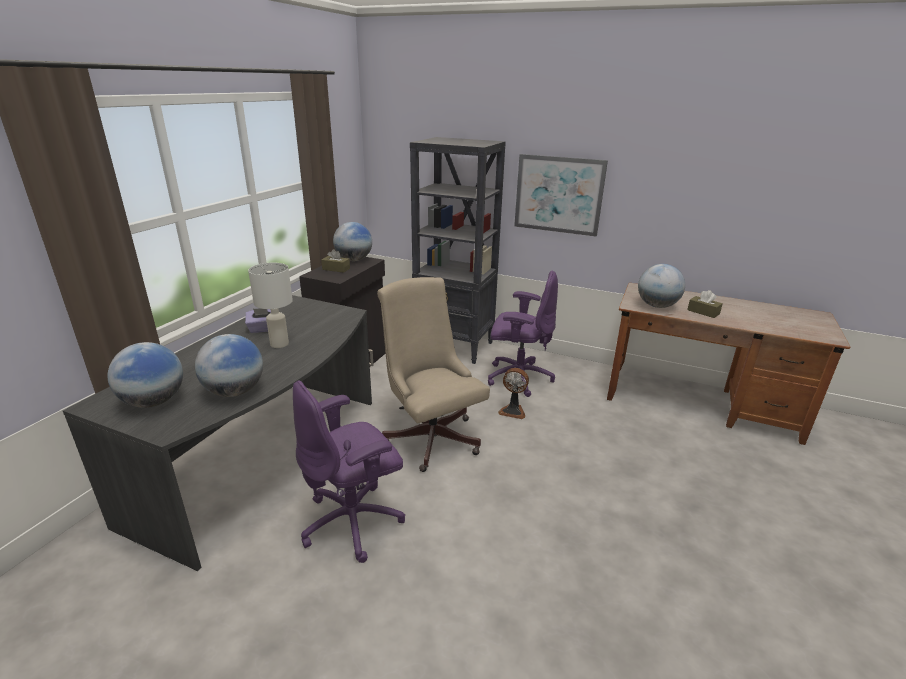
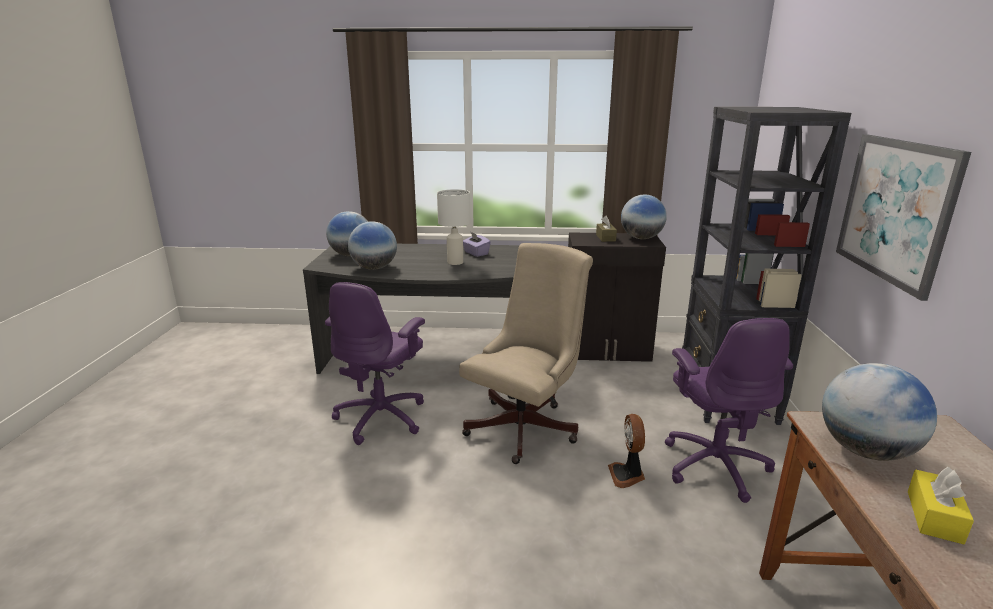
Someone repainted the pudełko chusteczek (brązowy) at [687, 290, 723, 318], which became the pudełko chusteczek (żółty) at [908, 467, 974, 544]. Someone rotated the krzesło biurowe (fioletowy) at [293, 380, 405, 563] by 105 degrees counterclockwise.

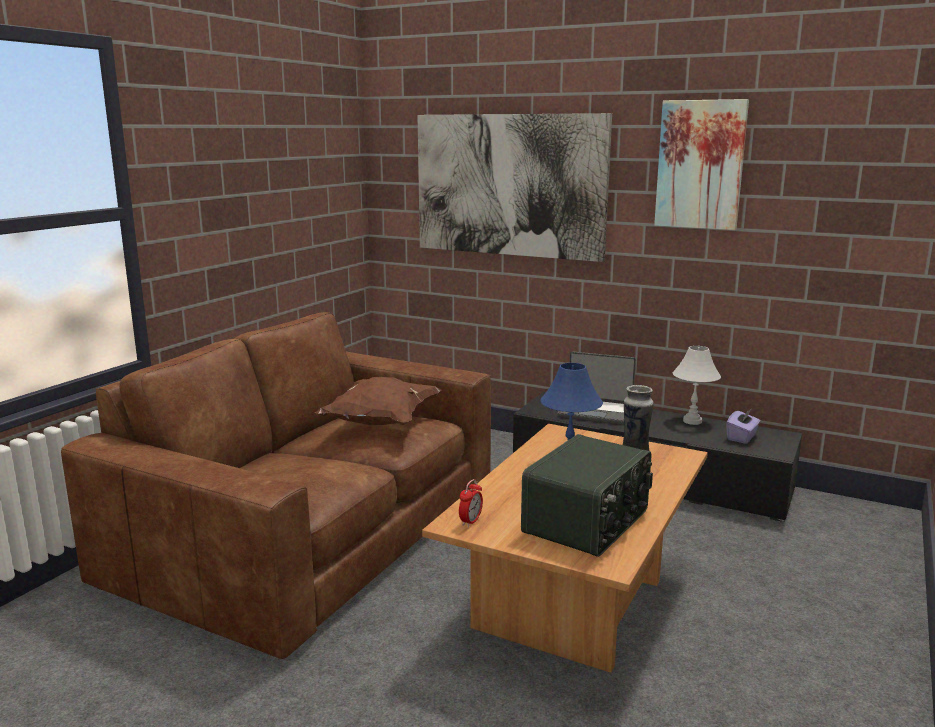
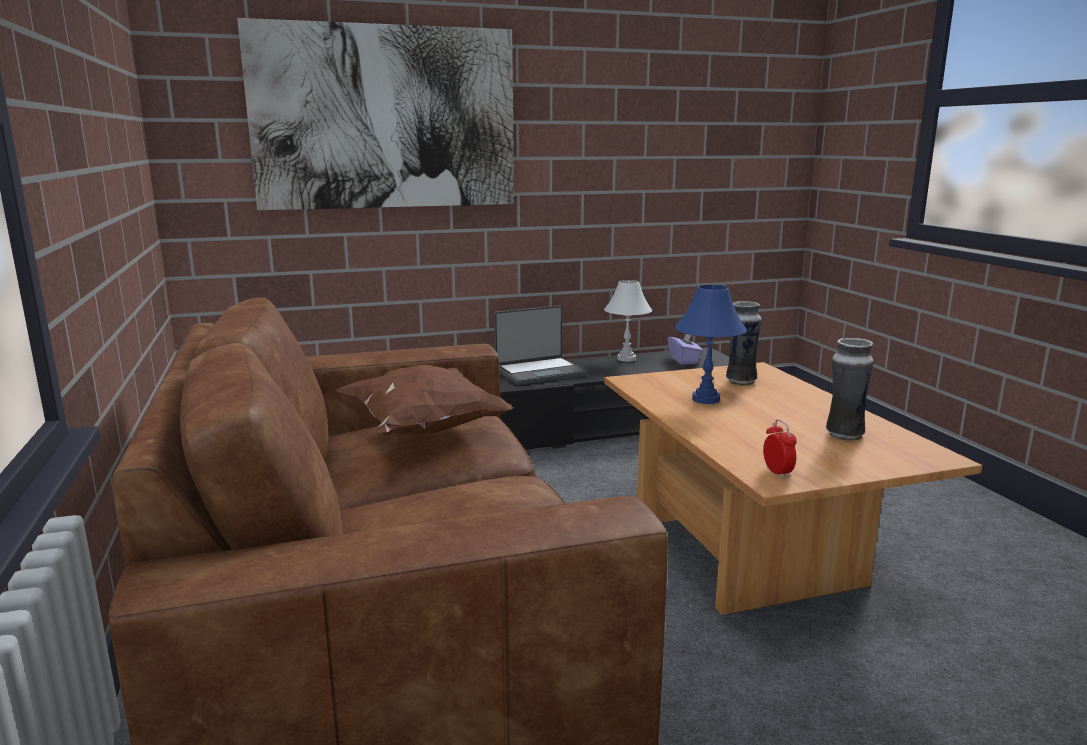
Someone took away the obraz at [654, 99, 749, 230]. Someone swapped the radio at [521, 434, 653, 557] for the wazon at [826, 338, 874, 441].

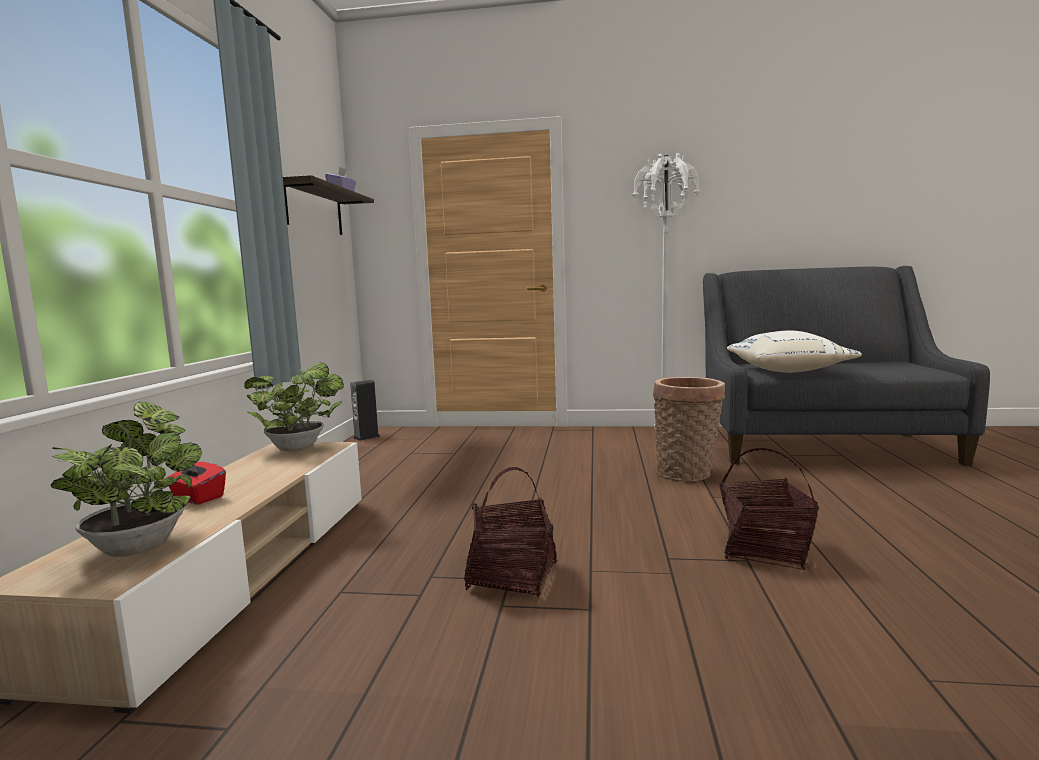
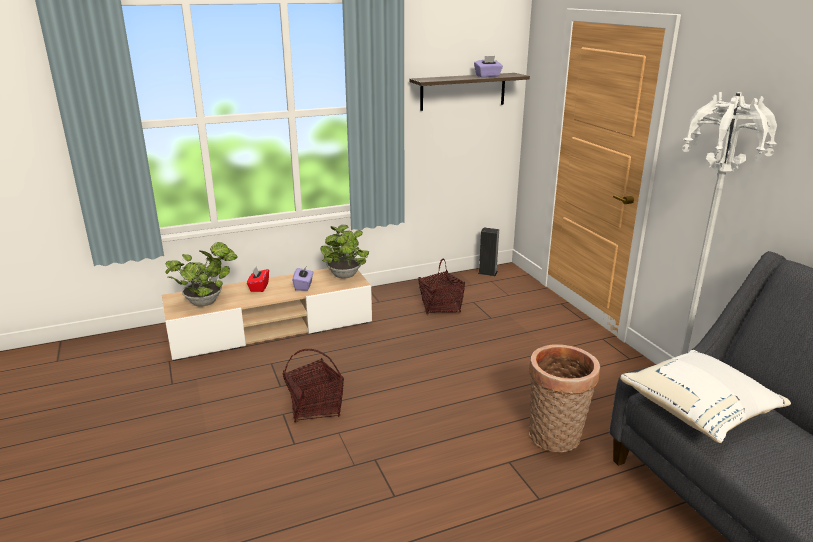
Someone carried the koszyk from [719, 448, 819, 570] to [418, 258, 465, 316]. Someone put down the pudełko chusteczek (fioletowy) at [292, 267, 313, 291].

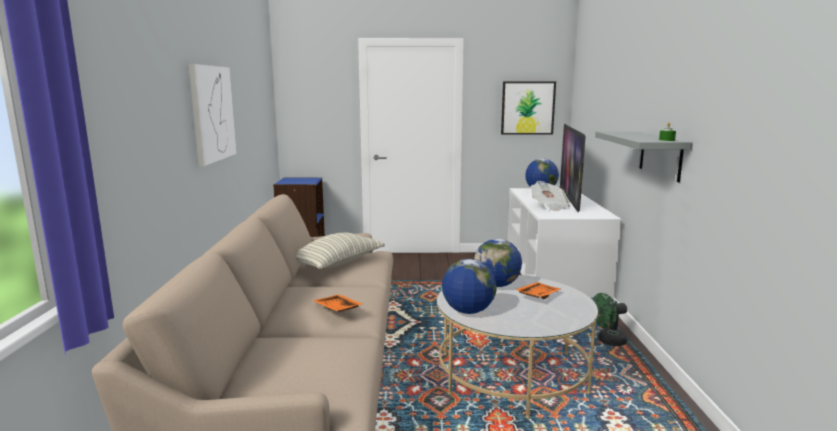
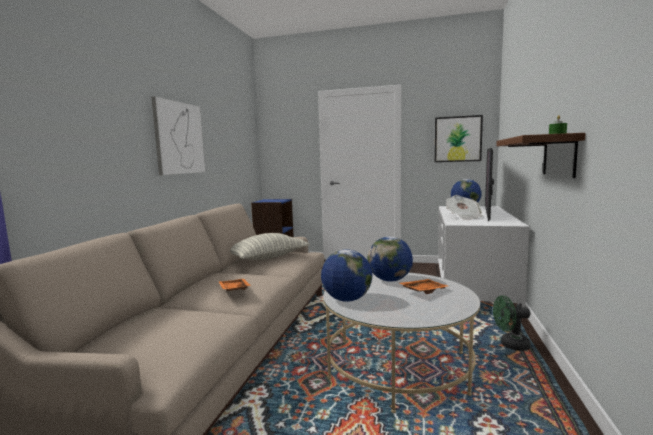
Someone repainted the półka (szary) at [595, 131, 693, 182], which became the półka (brązowy) at [496, 133, 586, 178].

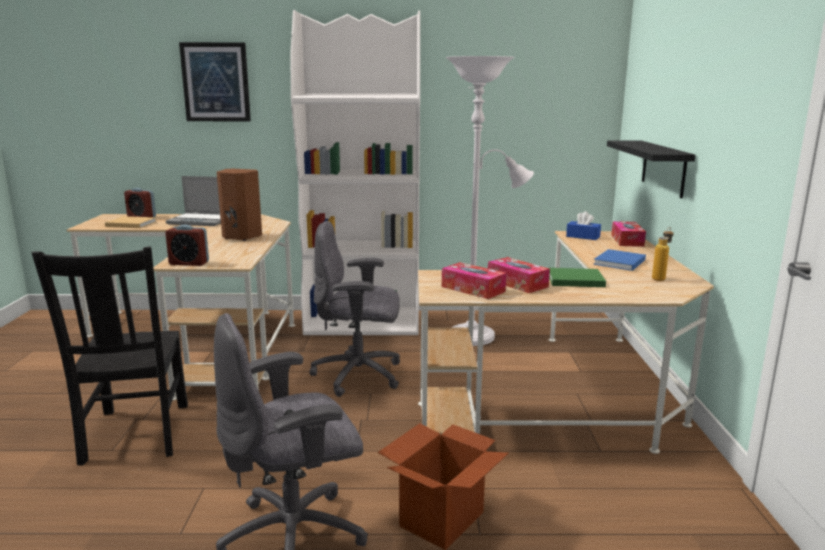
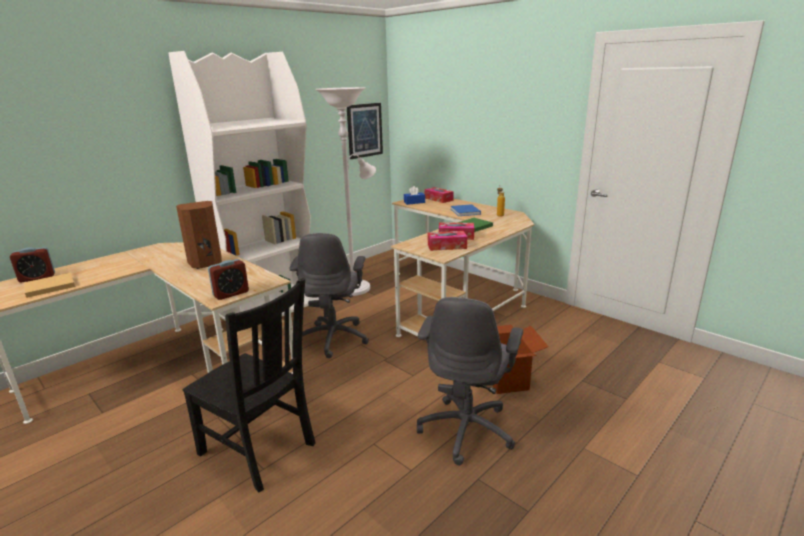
Someone carried the obraz from [179, 42, 251, 121] to [347, 103, 383, 159]. Someone took away the półka (czarny) at [607, 141, 696, 198]. Someone took away the laptop at [166, 176, 221, 226]. Someone rotated the krzesło biurowe (szary) at [310, 221, 400, 397] by 45 degrees counterclockwise.

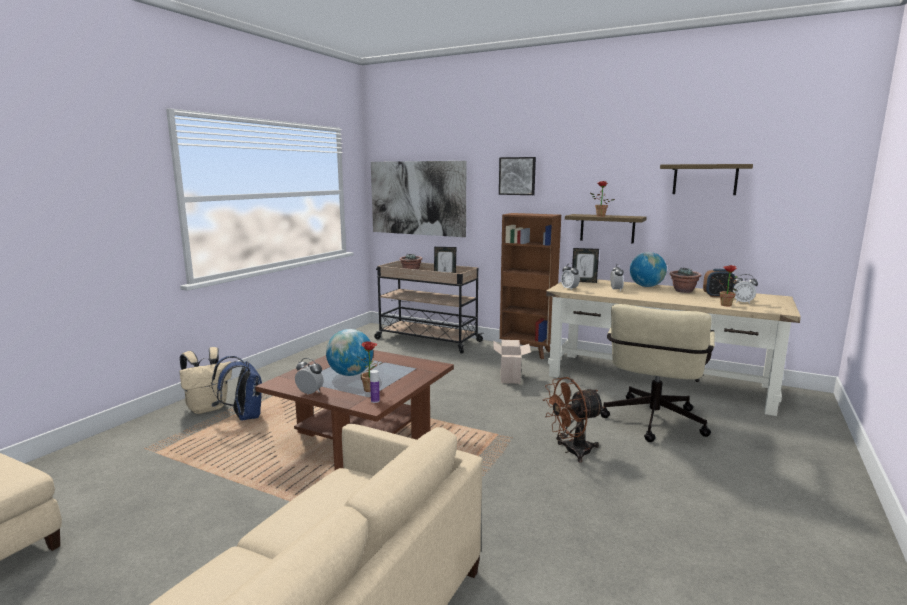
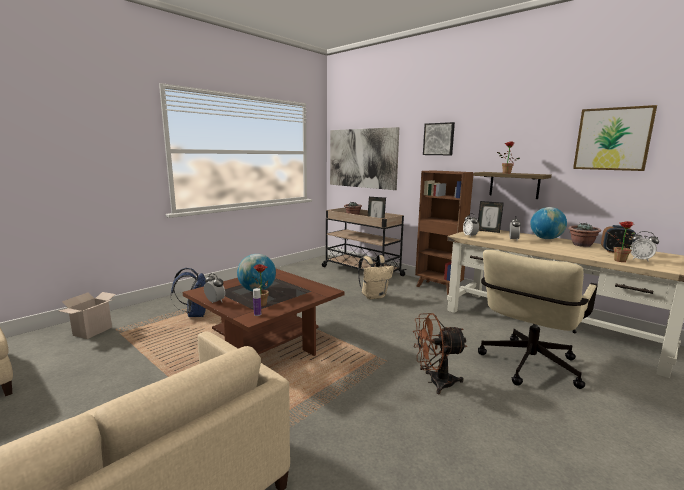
Someone swapped the półka at [660, 164, 753, 195] for the obraz at [573, 105, 657, 171]. Someone carried the karton from [493, 340, 531, 384] to [59, 292, 116, 339]. Someone carried the plecak (beżowy) from [179, 347, 232, 414] to [358, 255, 394, 300].

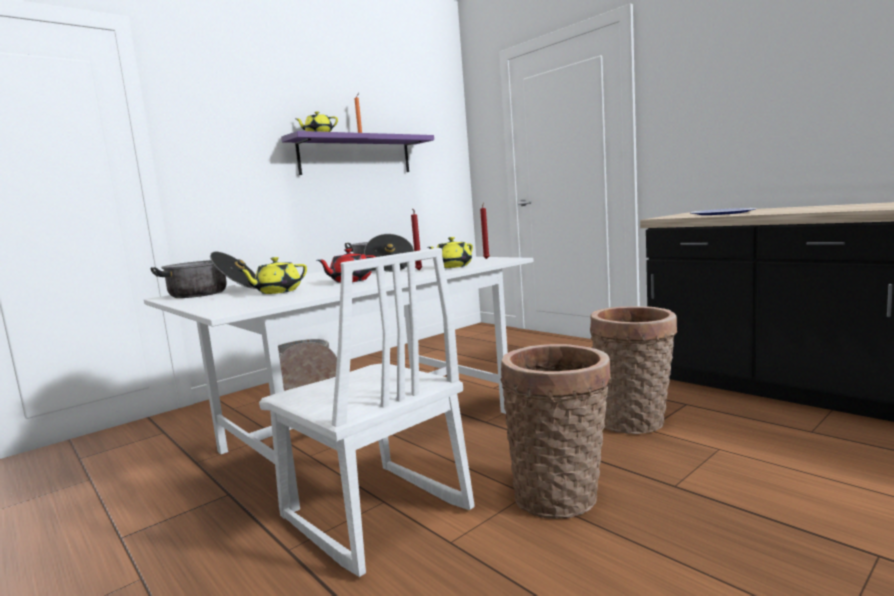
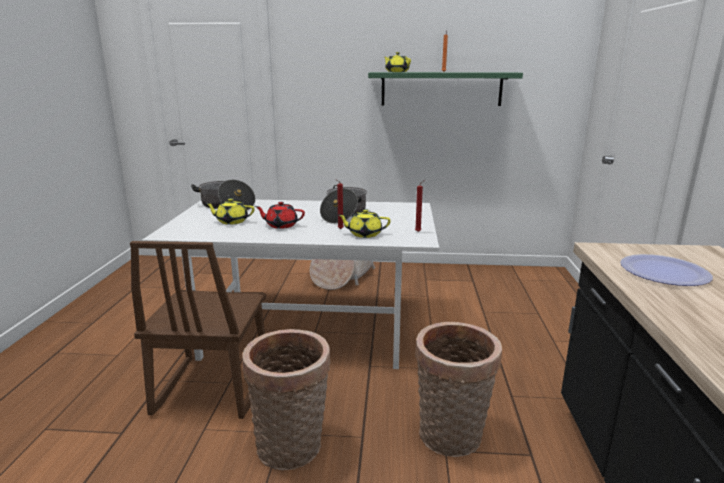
Someone repainted the półka (fioletowy) at [281, 131, 434, 175], which became the półka (zielony) at [368, 72, 523, 106]. Someone repainted the krzesło (biały) at [259, 248, 475, 577], which became the krzesło (brązowy) at [130, 241, 266, 419].

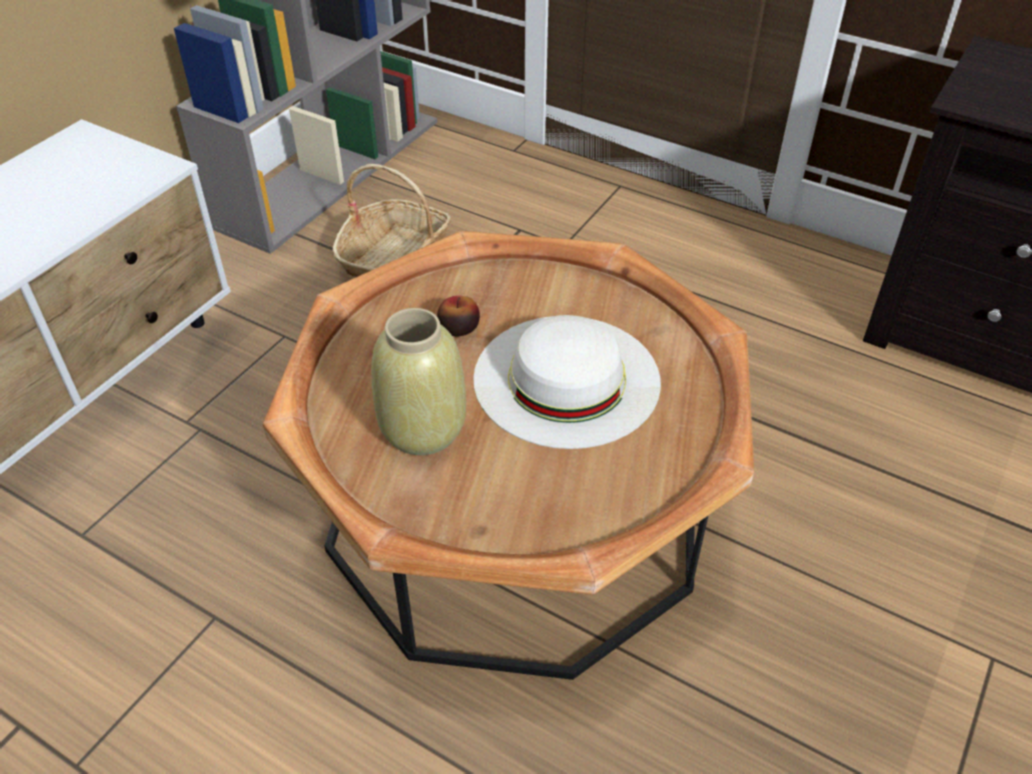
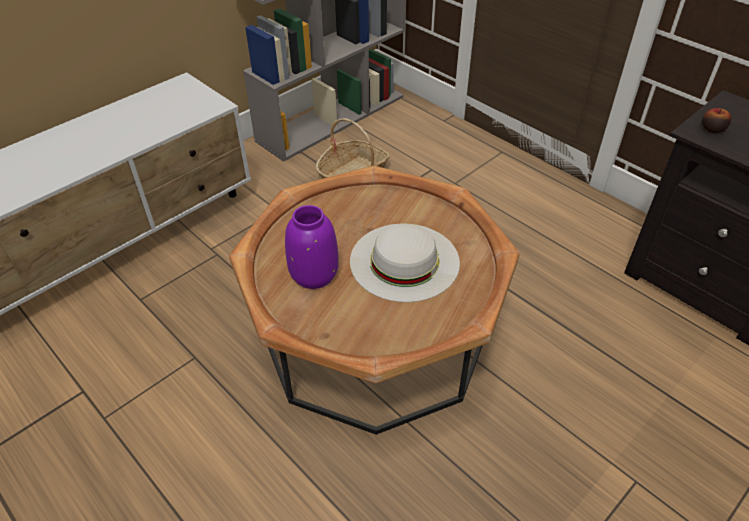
Someone carried the jabłko from [437, 295, 480, 336] to [702, 108, 731, 133]. Someone repainted the wazon (beżowy) at [371, 308, 466, 455], which became the wazon (fioletowy) at [285, 205, 339, 289].

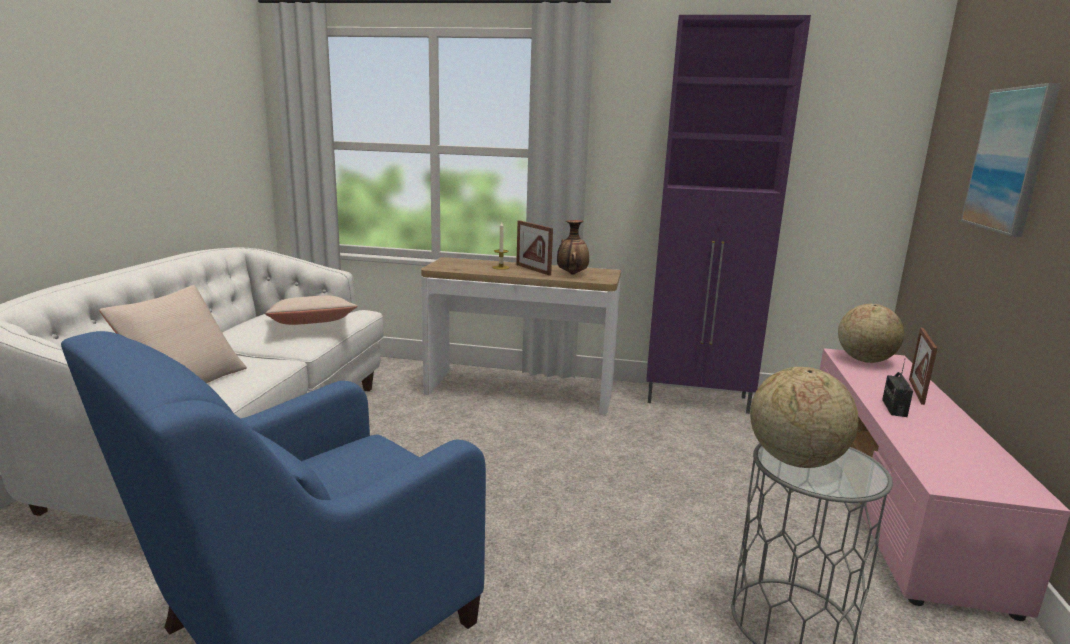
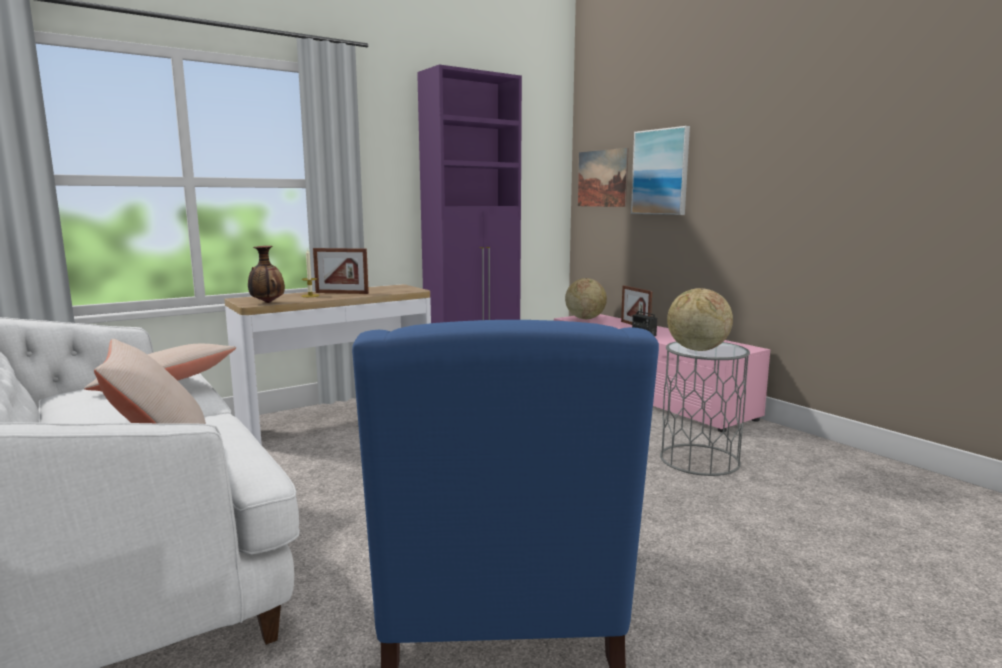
Someone carried the wazon from [557, 220, 589, 275] to [248, 246, 285, 303]. Someone put up the obraz at [578, 148, 629, 207].

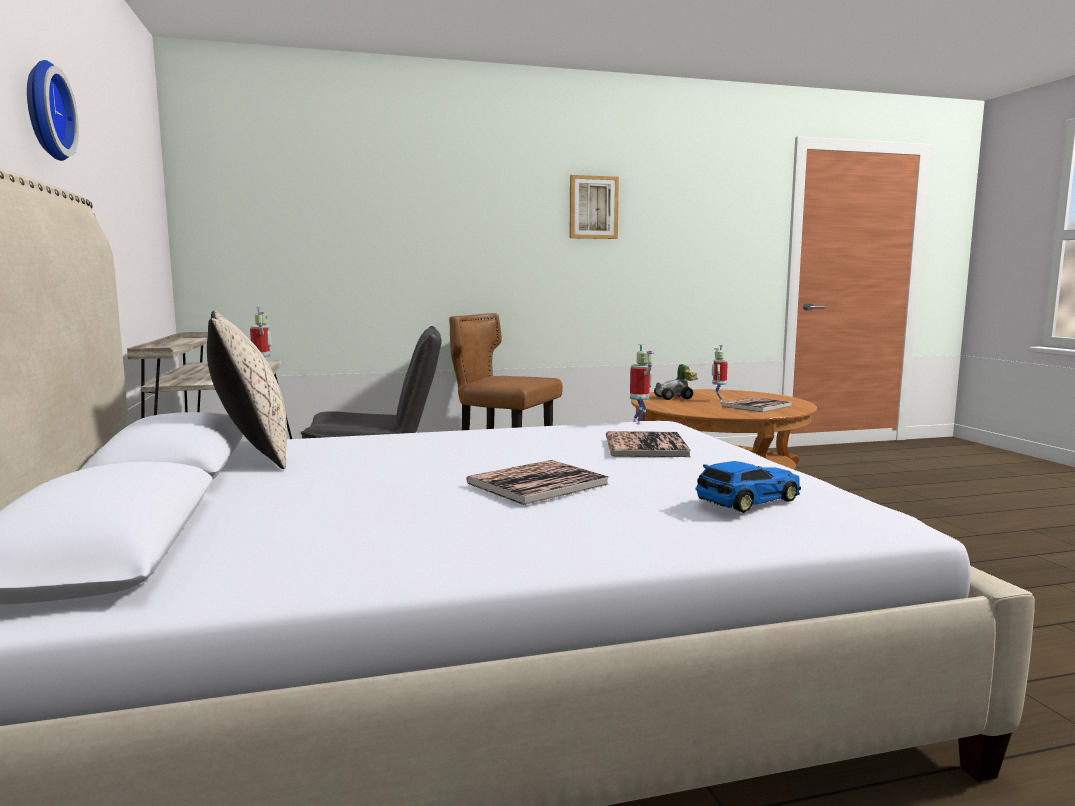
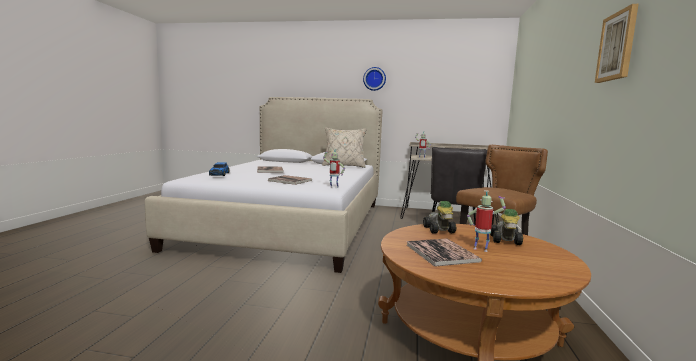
Someone put down the samochodzik at [423, 201, 456, 234].

